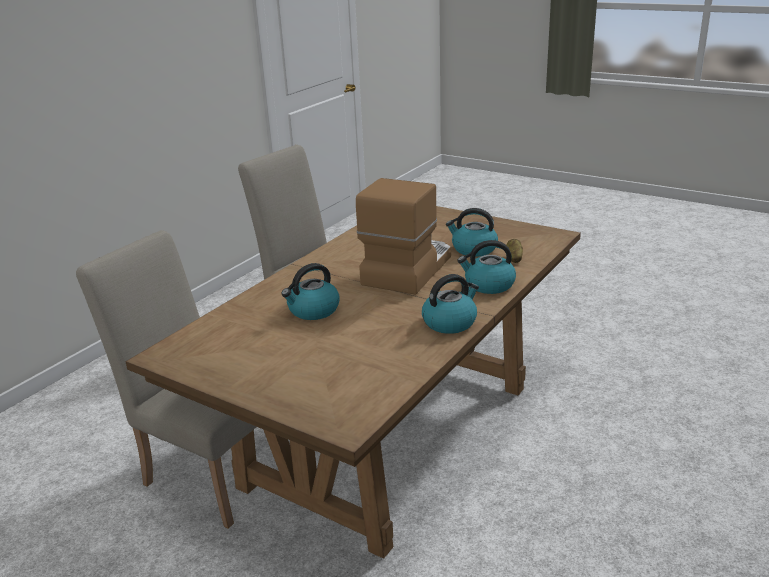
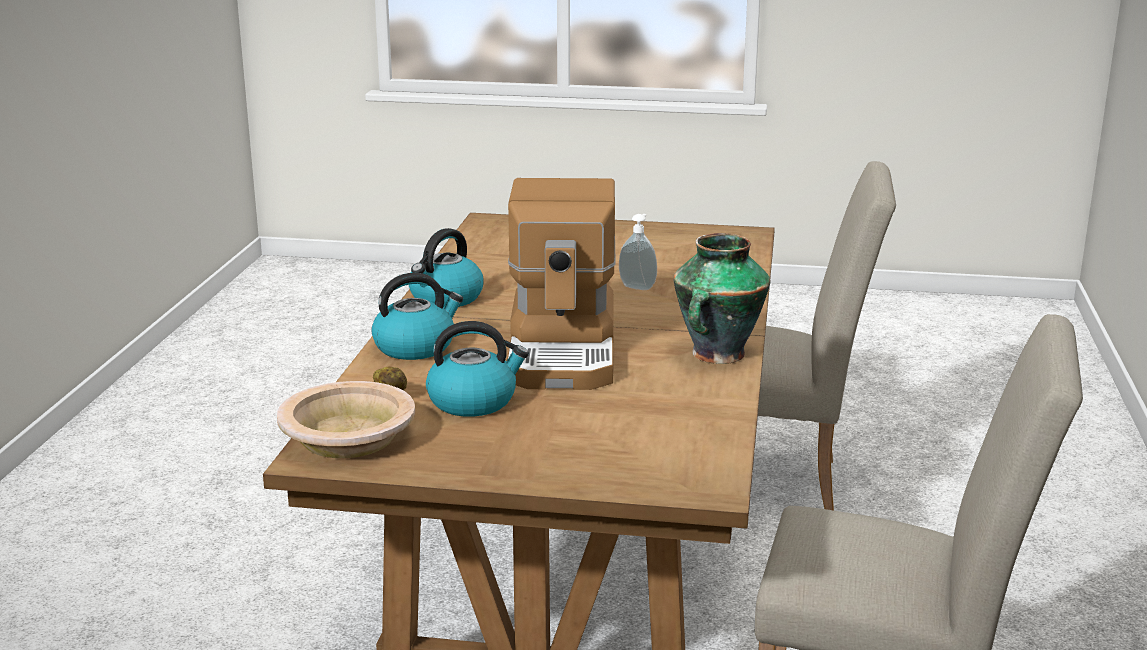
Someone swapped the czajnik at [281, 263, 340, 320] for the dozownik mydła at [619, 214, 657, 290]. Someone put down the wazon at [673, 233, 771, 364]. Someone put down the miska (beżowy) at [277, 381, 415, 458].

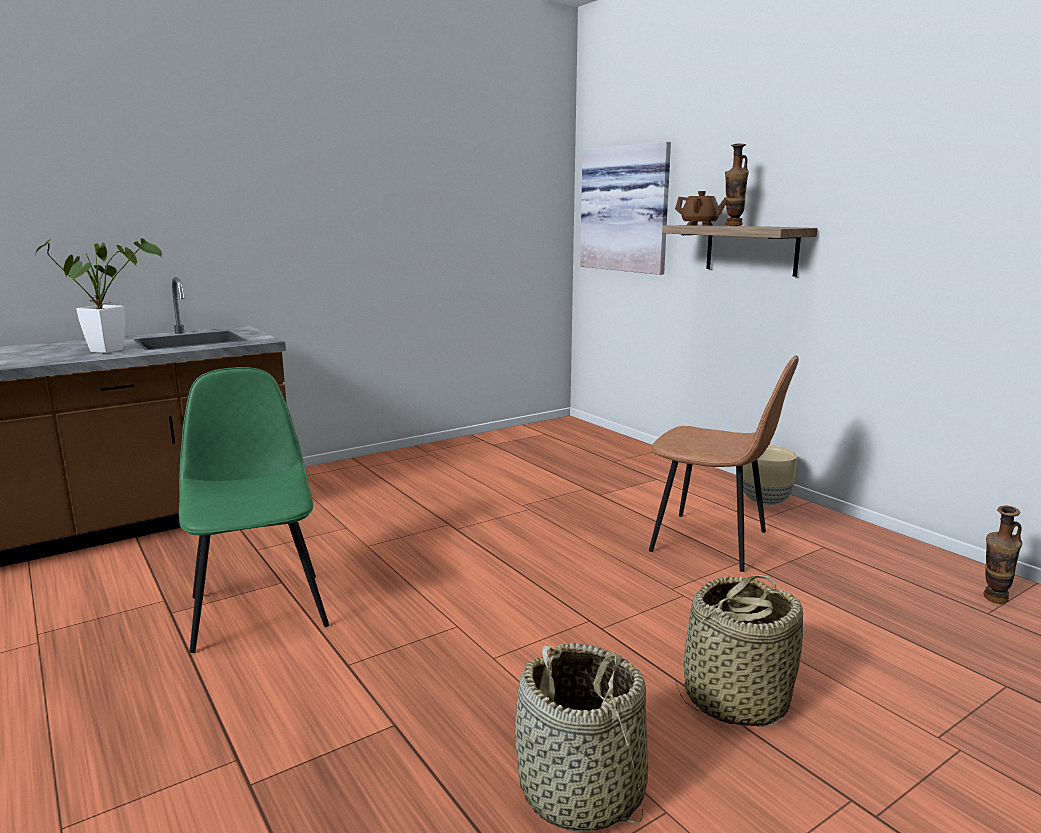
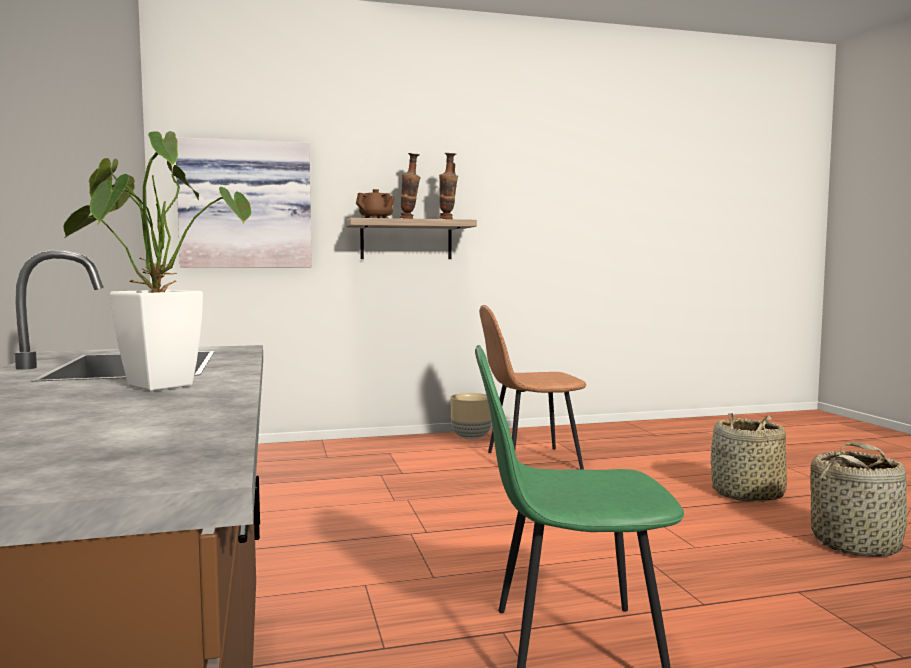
Someone rotated the krzesło (brązowy) at [649, 355, 799, 572] by 150 degrees counterclockwise. Someone carried the wazon from [983, 505, 1022, 604] to [439, 153, 458, 219].

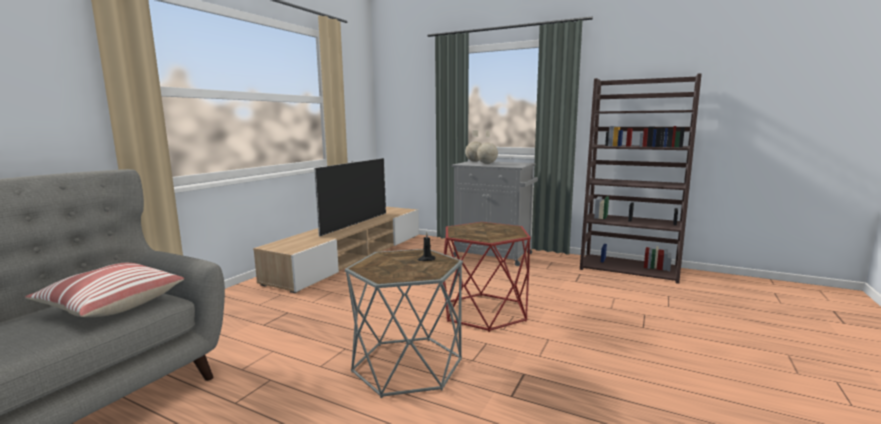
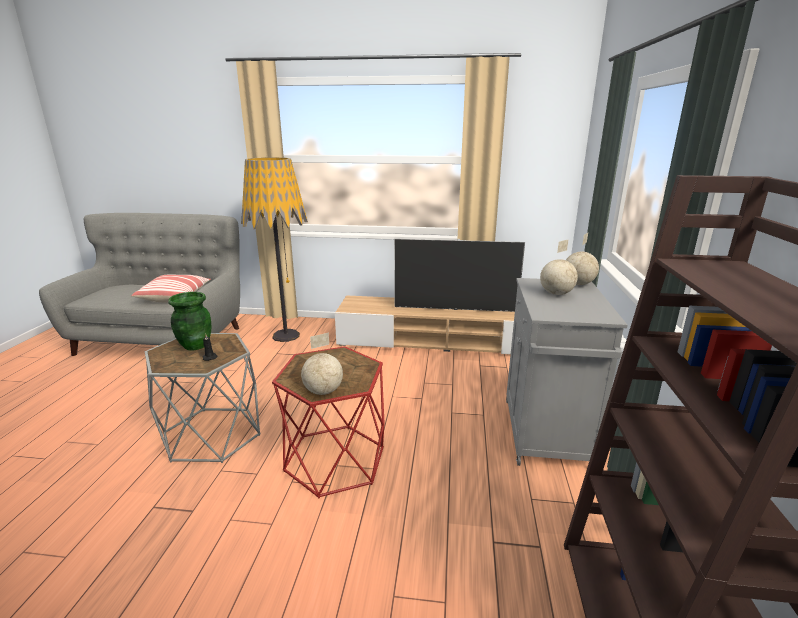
Someone put down the lampa stojąca at [241, 157, 308, 342]. Someone put down the wazon (zielony) at [168, 292, 211, 351]. Someone put down the globus at [301, 333, 343, 395].

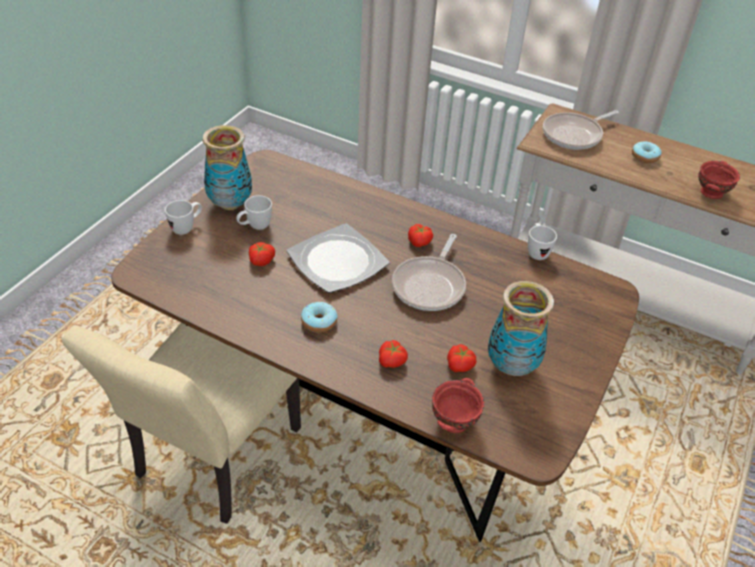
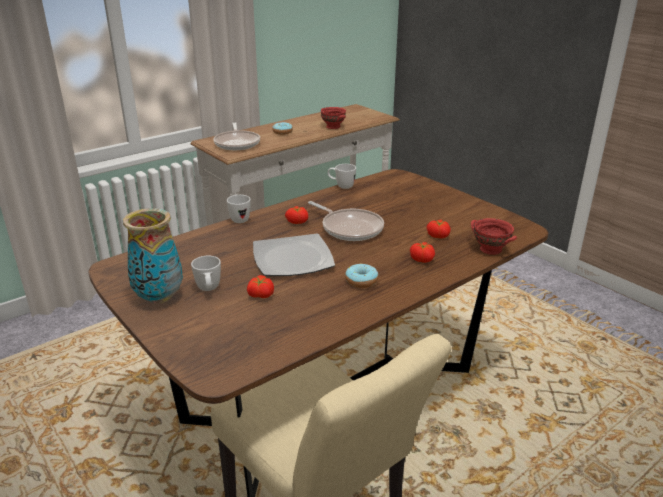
Someone carried the kubek (biały) from [165, 200, 202, 235] to [227, 195, 251, 223]. Someone took away the wazon at [488, 281, 554, 376].

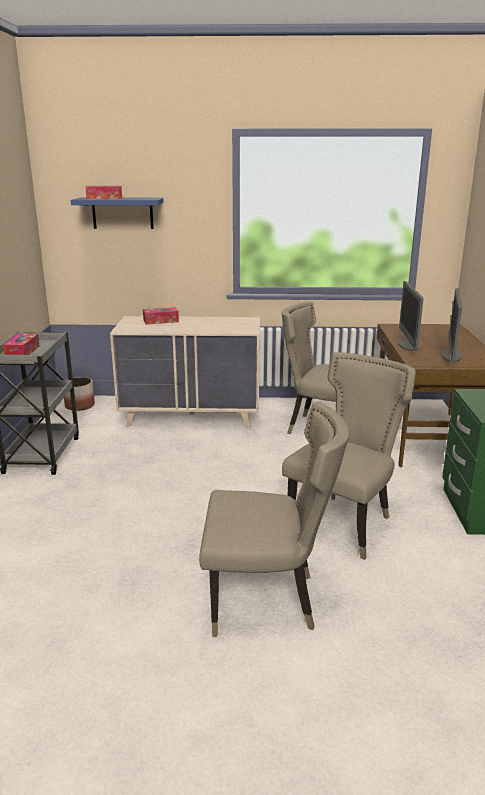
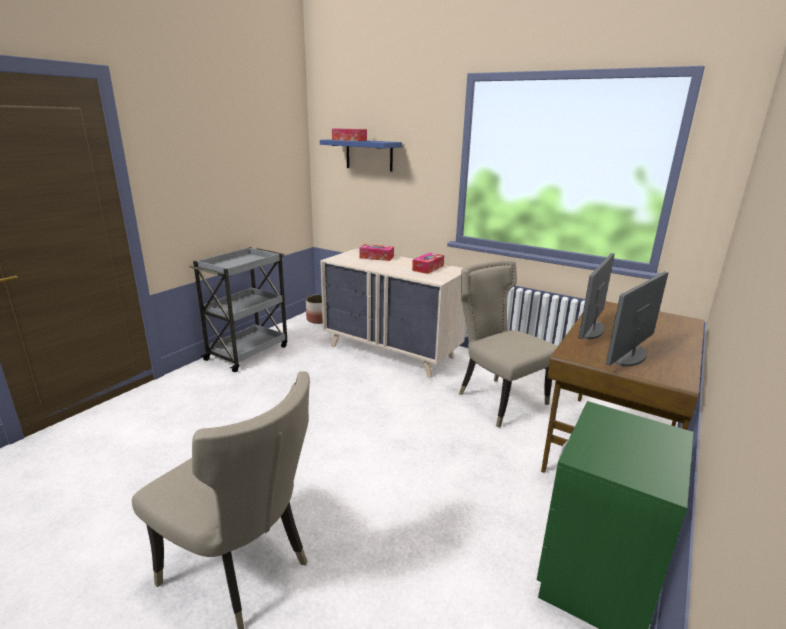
Someone carried the pudełko chusteczek from [3, 333, 40, 355] to [412, 253, 444, 274]. Someone took away the krzesło (beżowy) at [282, 352, 416, 560].

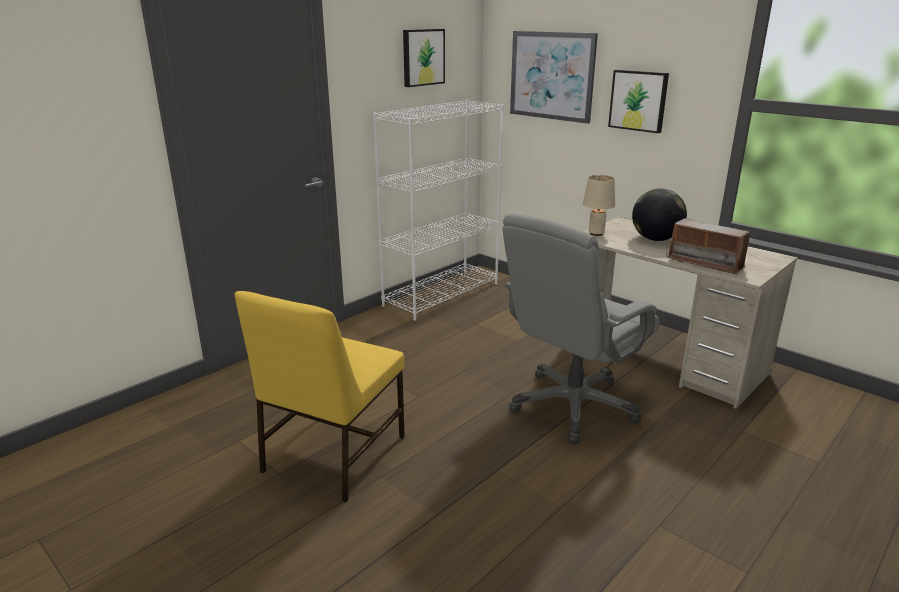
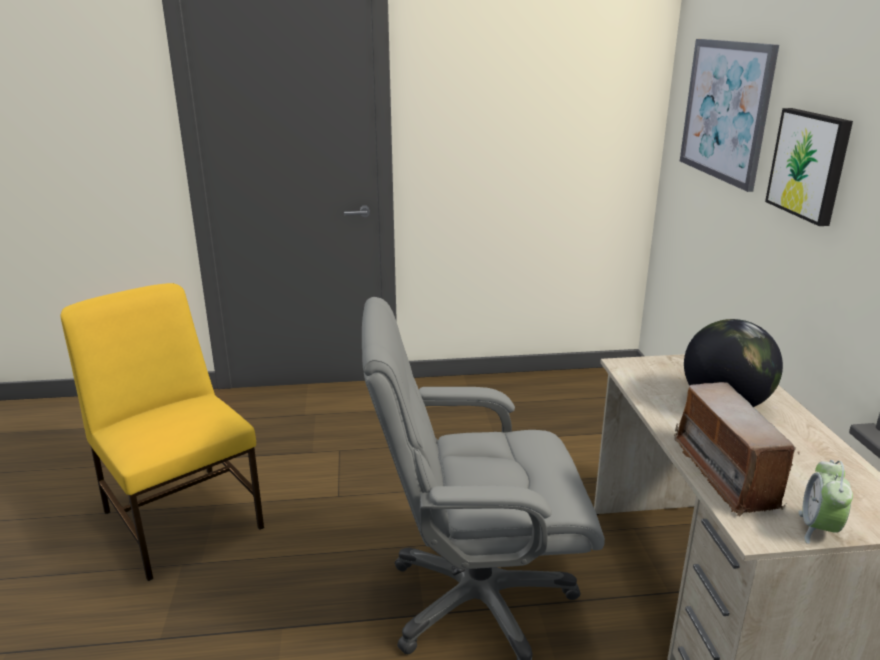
Someone took away the obraz at [403, 29, 445, 87]. Someone took away the regał (biały) at [373, 100, 504, 321]. Someone took away the lampa stołowa (beżowy) at [583, 175, 615, 236]. Someone rotated the krzesło (żółty) at [235, 291, 405, 502] by 75 degrees clockwise. Someone put down the budzik at [799, 460, 853, 544].

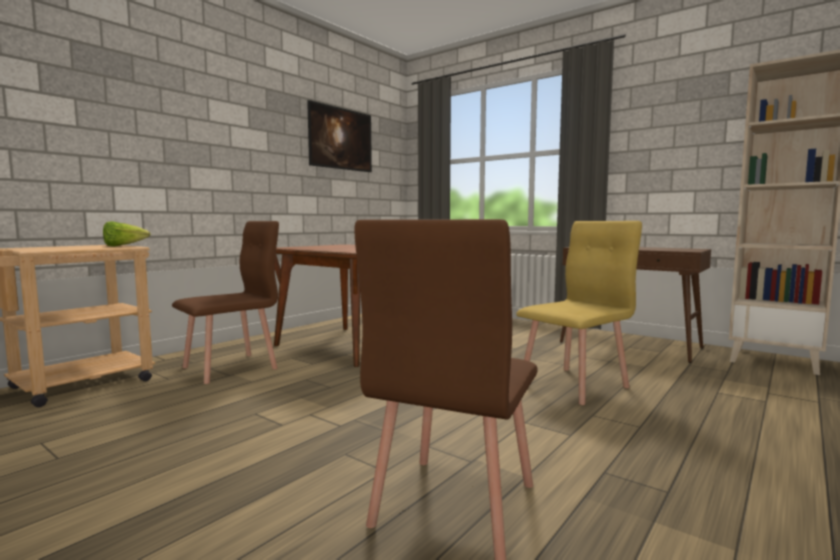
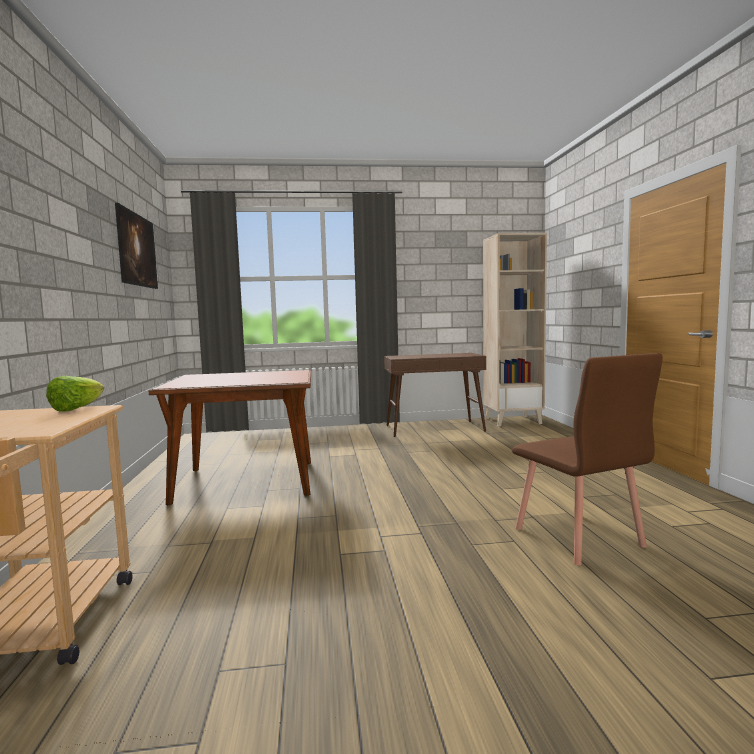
Someone took away the krzesło (brązowy) at [172, 221, 279, 384]. Someone took away the krzesło (żółty) at [516, 221, 642, 405].

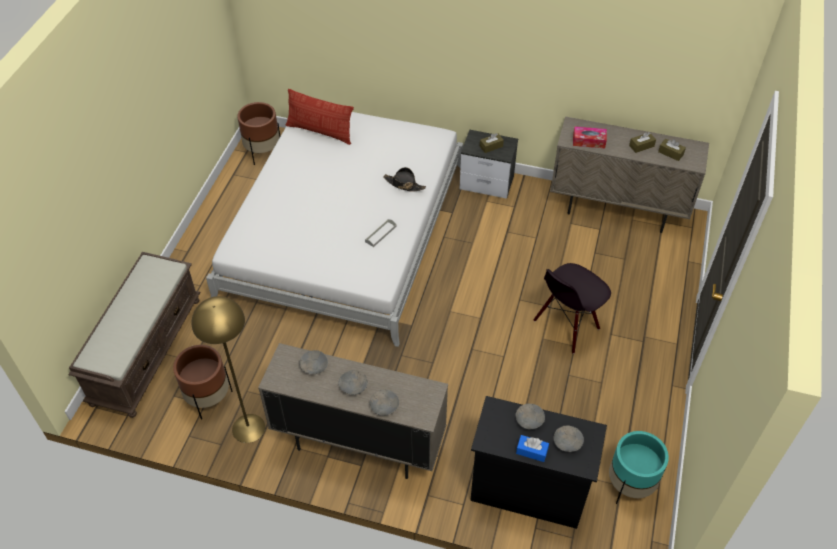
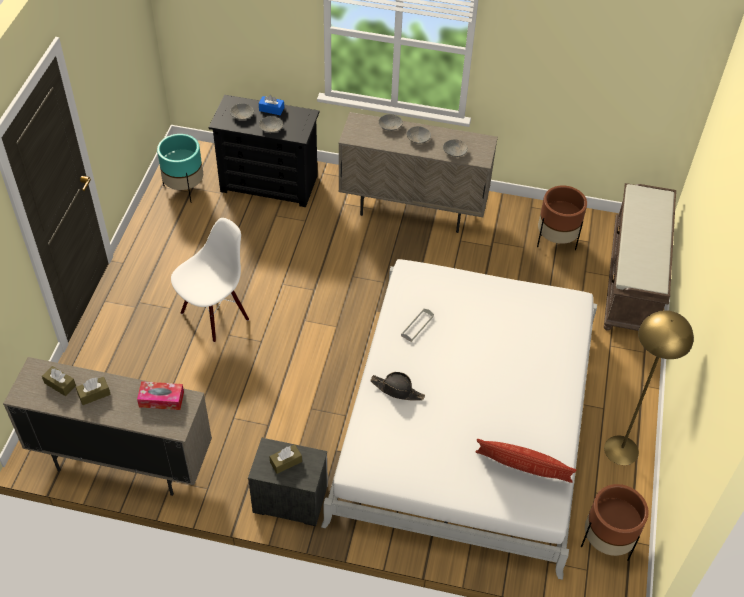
Someone repainted the krzesło (czarny) at [533, 263, 611, 354], which became the krzesło (biały) at [171, 218, 249, 342]. Someone carried the lampa stojąca (żółty) from [192, 296, 265, 443] to [604, 310, 694, 465].

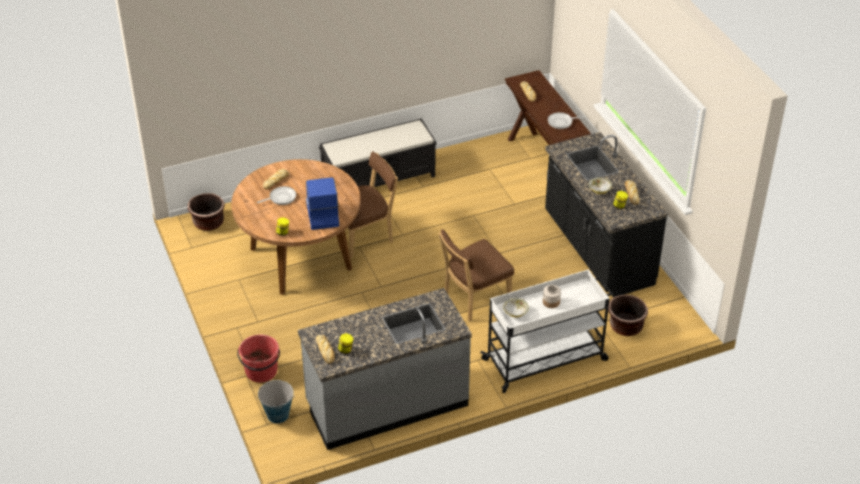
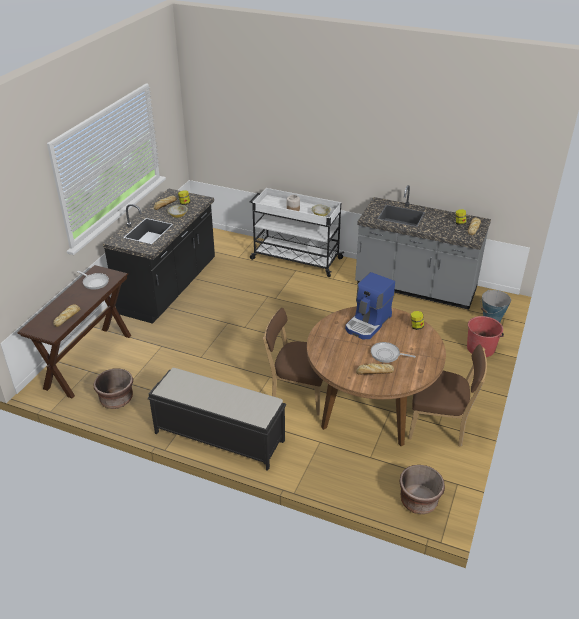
Someone carried the krzesło (brązowy) from [438, 229, 514, 321] to [408, 344, 487, 447]. Someone carried the donica (brązowy) from [608, 295, 648, 336] to [93, 368, 133, 409].

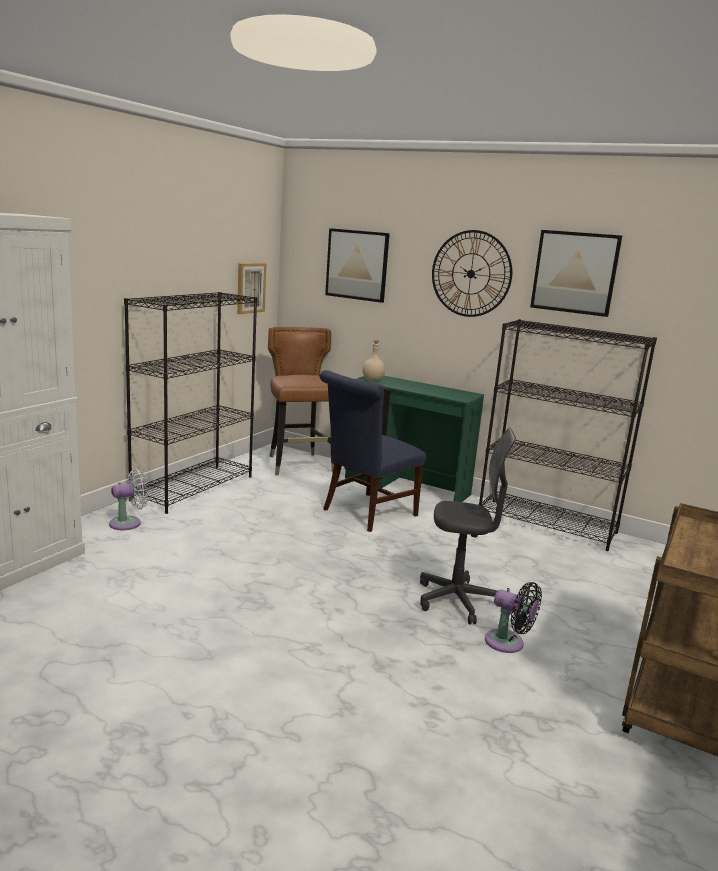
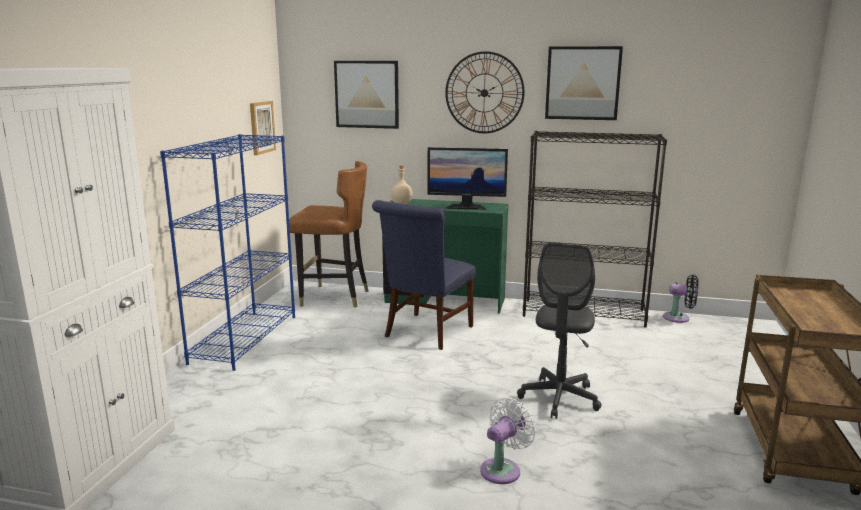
Someone repainted the regał (czarny) at [124, 292, 257, 514], which became the regał (niebieski) at [160, 134, 295, 371]. Someone rotated the krzesło (brązowy) at [268, 327, 335, 475] by 135 degrees clockwise. Someone rotated the krzesło biurowe (szary) at [420, 428, 516, 624] by 120 degrees clockwise. Someone carried the wentylator (biały) from [109, 469, 148, 530] to [480, 397, 536, 484]. Someone carried the wentylator (czarny) from [485, 582, 542, 653] to [663, 275, 698, 323]. Someone put down the monitor at [428, 147, 508, 210].

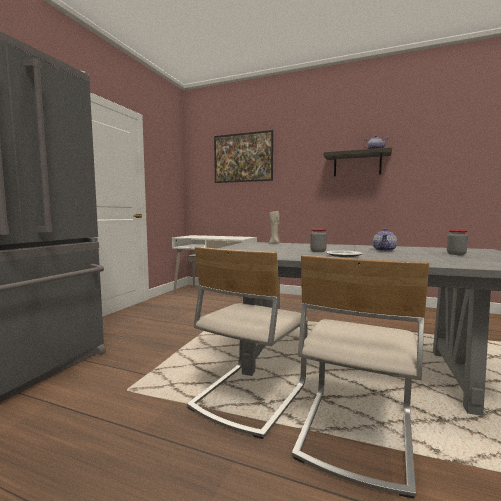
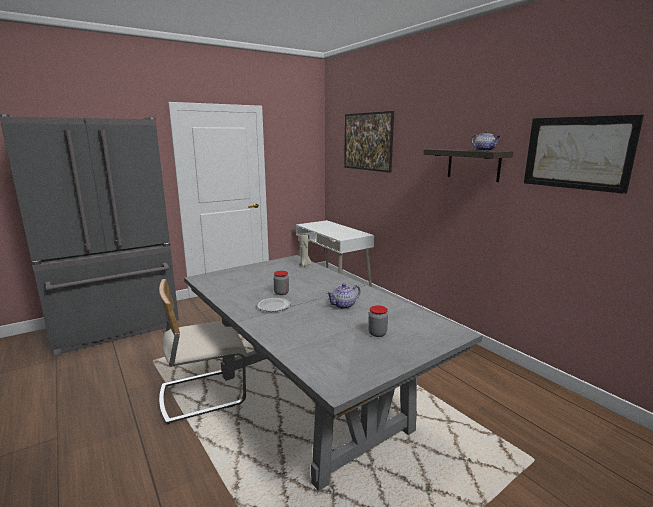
Someone took away the krzesło (beżowy) at [292, 255, 429, 499]. Someone put up the obraz at [524, 115, 644, 194].

